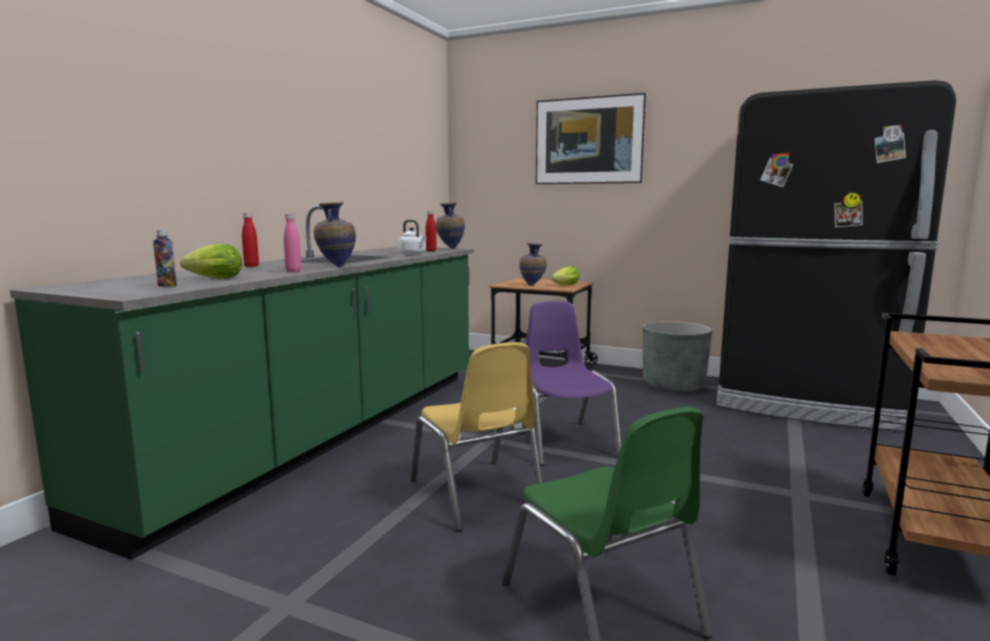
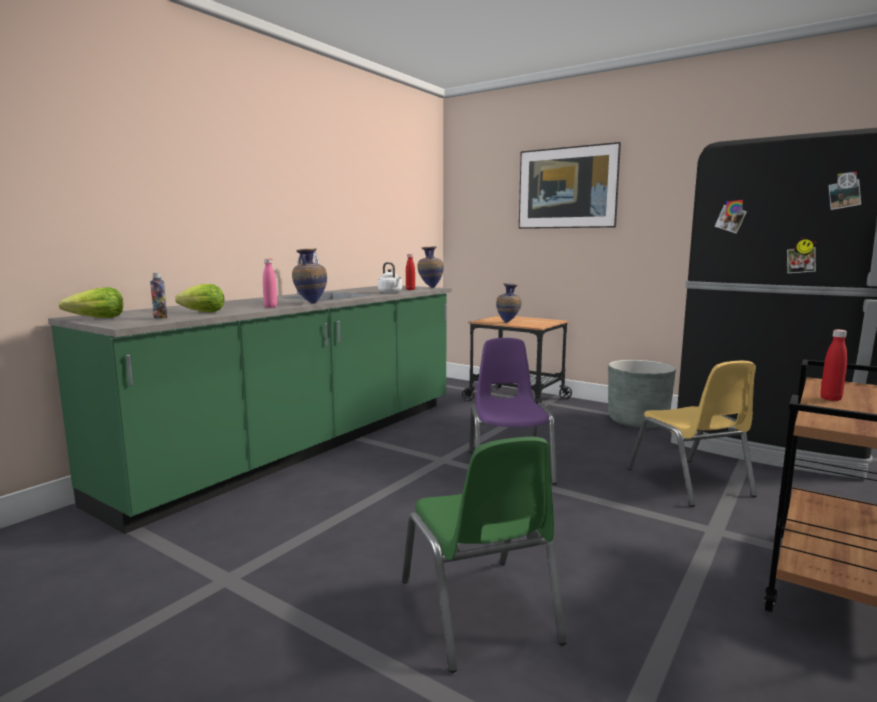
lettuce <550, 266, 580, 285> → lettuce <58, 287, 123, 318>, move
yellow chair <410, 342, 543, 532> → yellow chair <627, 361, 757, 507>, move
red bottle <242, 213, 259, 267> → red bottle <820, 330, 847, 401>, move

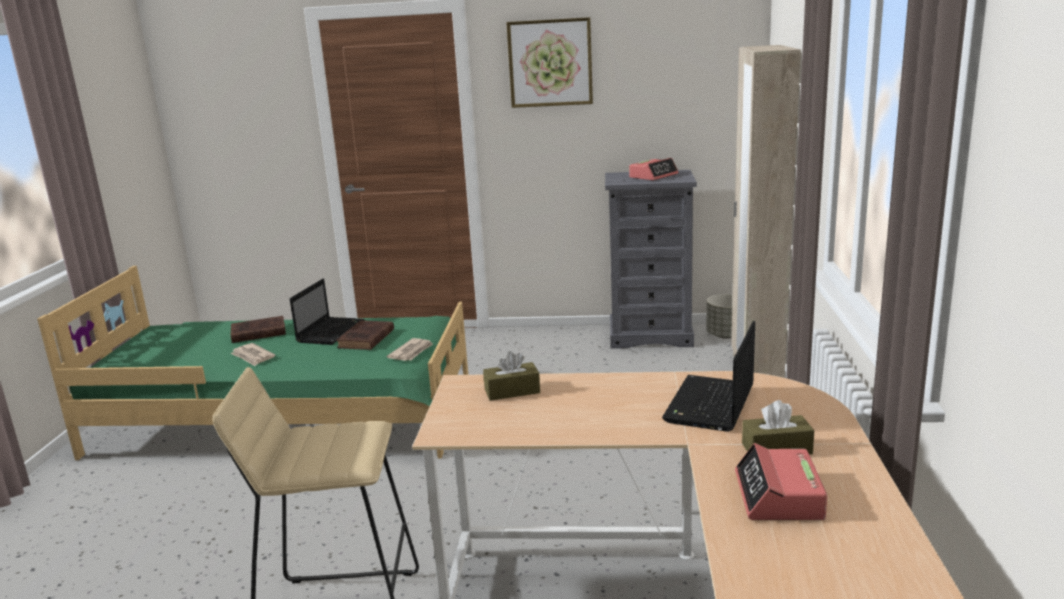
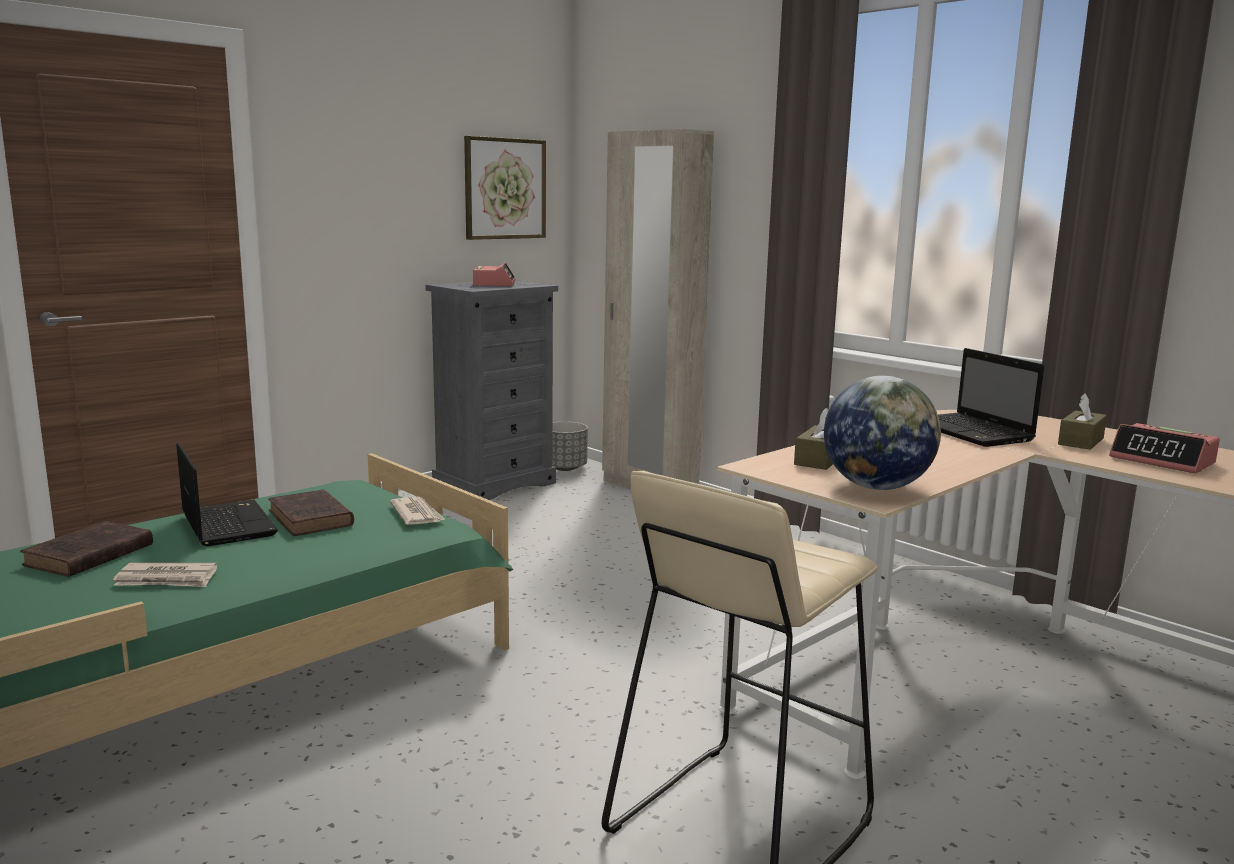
picture <506, 17, 593, 108> → picture <464, 136, 546, 240>, move
- → globe <824, 376, 941, 490>

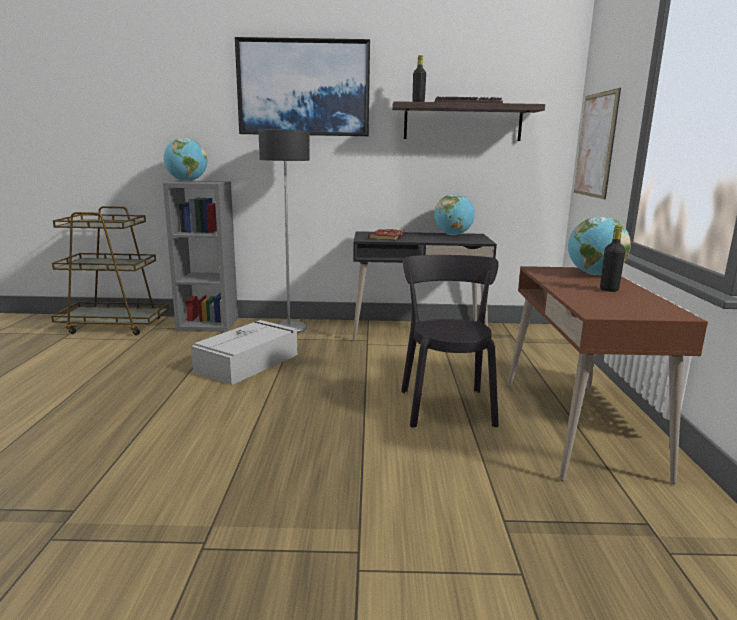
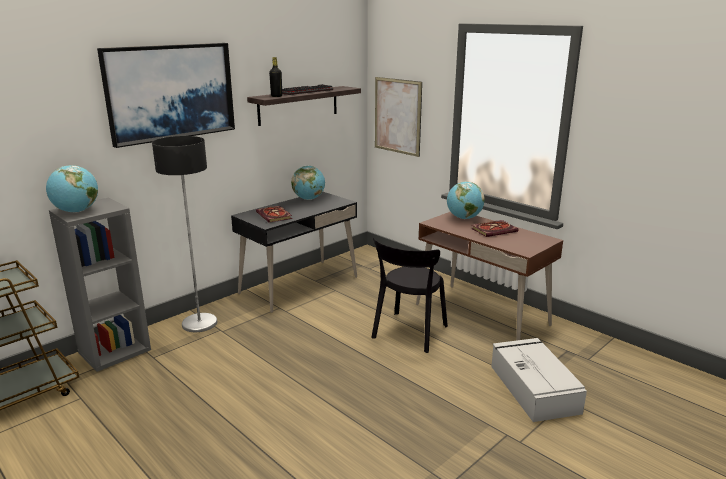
black chair <401, 255, 499, 428> → black chair <371, 238, 448, 353>, 105 degrees counterclockwise
black bottle <600, 225, 625, 292> → book <471, 220, 519, 237>
grey storage box <191, 320, 298, 385> → grey storage box <491, 338, 587, 422>, move

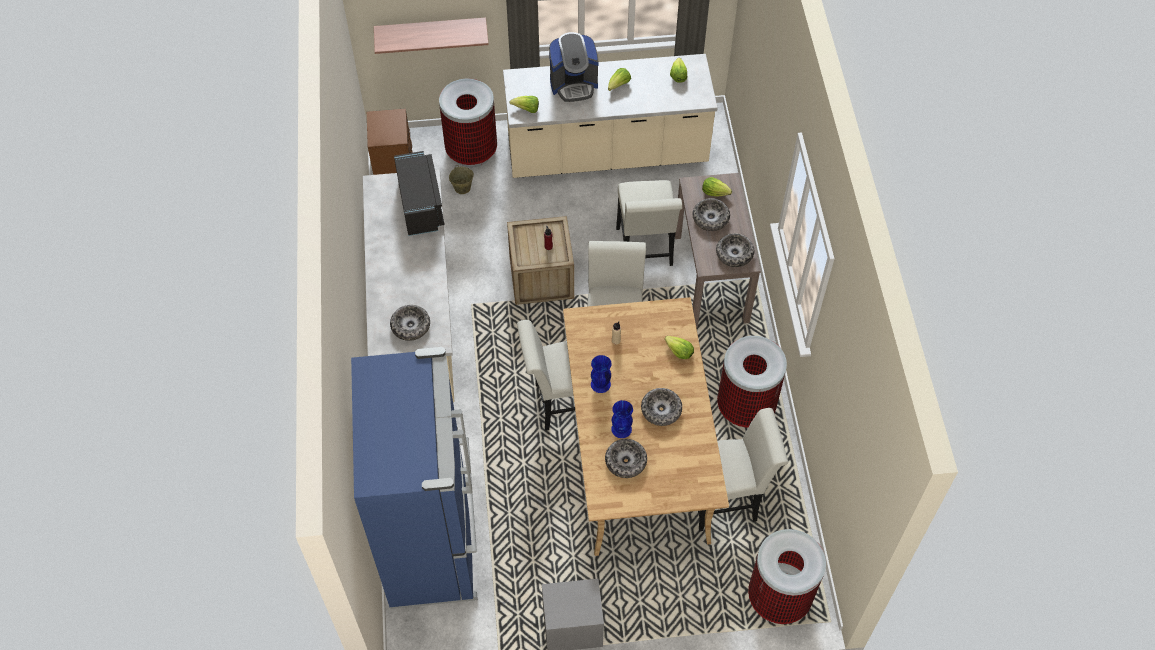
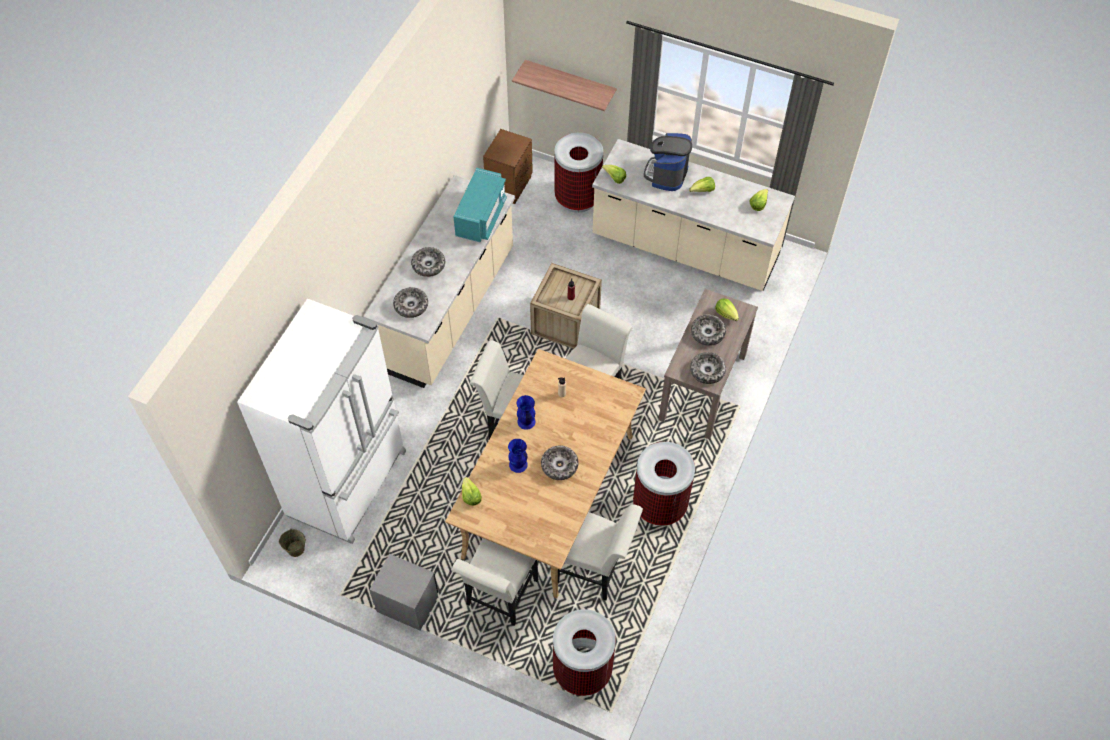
blue fridge <351, 347, 478, 609> → white fridge <237, 298, 406, 544>
beige bucket <449, 165, 474, 194> → beige bucket <279, 529, 306, 557>, move
bowl <605, 439, 647, 478> → bowl <411, 247, 445, 277>, move
white chair <616, 180, 682, 266> → white chair <452, 538, 538, 626>, move
black microwave <394, 151, 445, 236> → turquoise microwave <453, 168, 507, 242>
lettuce <665, 336, 694, 359> → lettuce <462, 477, 482, 506>, move
coffee machine <549, 32, 599, 102> → coffee machine <644, 133, 692, 191>, 90 degrees clockwise

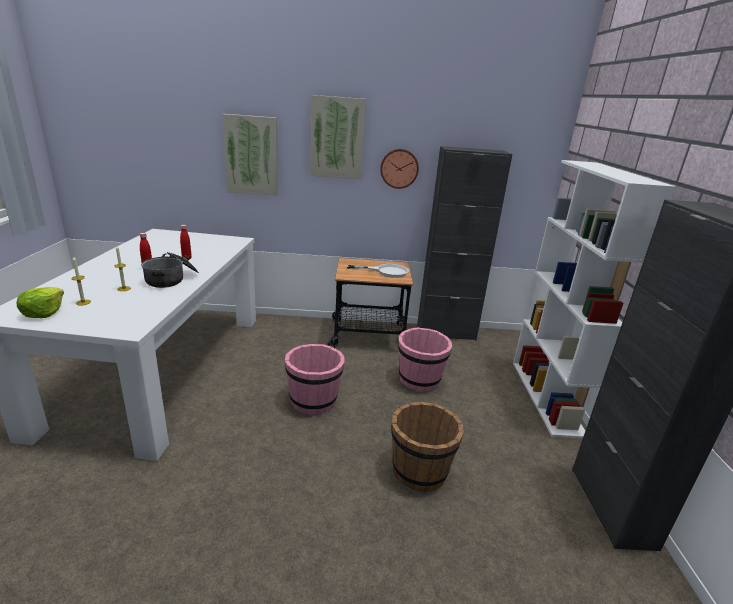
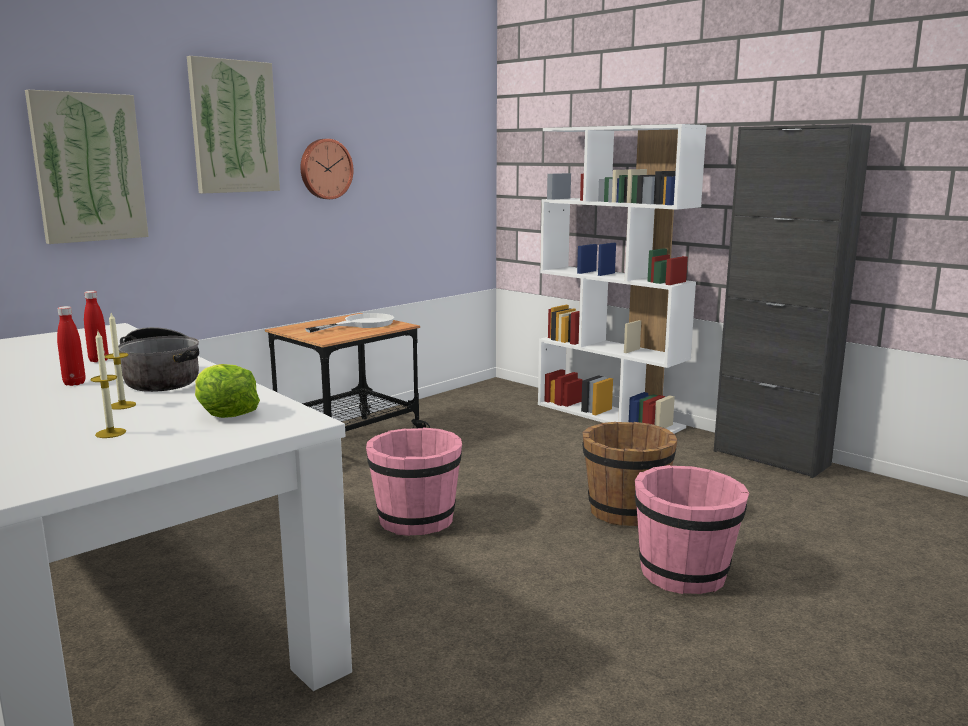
lettuce <16, 287, 64, 318> → lettuce <195, 364, 260, 418>, move
pink bucket <398, 327, 452, 392> → pink bucket <635, 465, 749, 594>, move
black cabinet <417, 146, 512, 341> → -

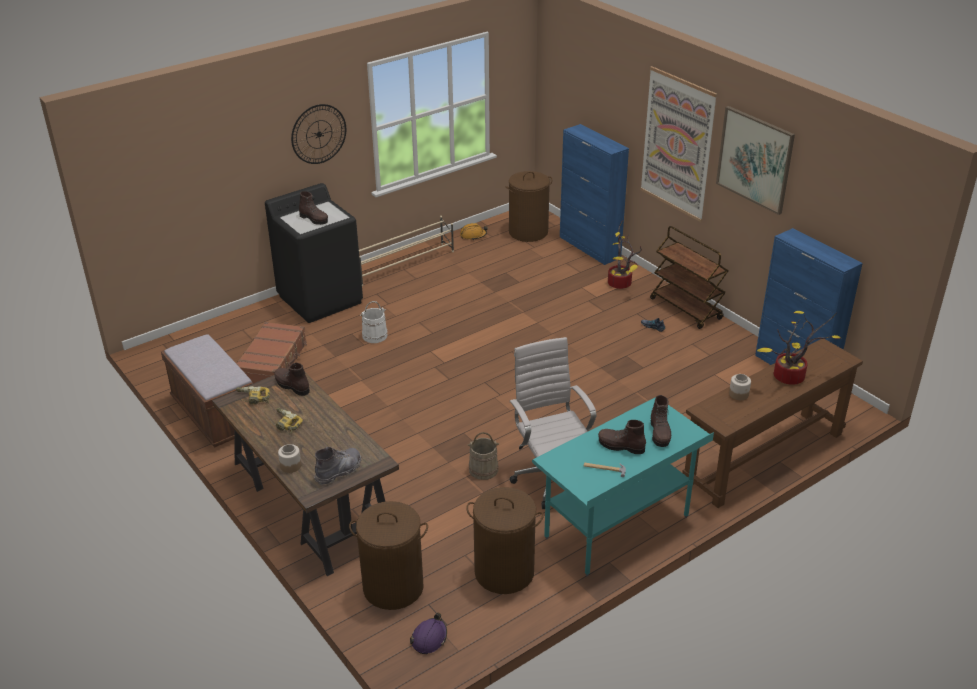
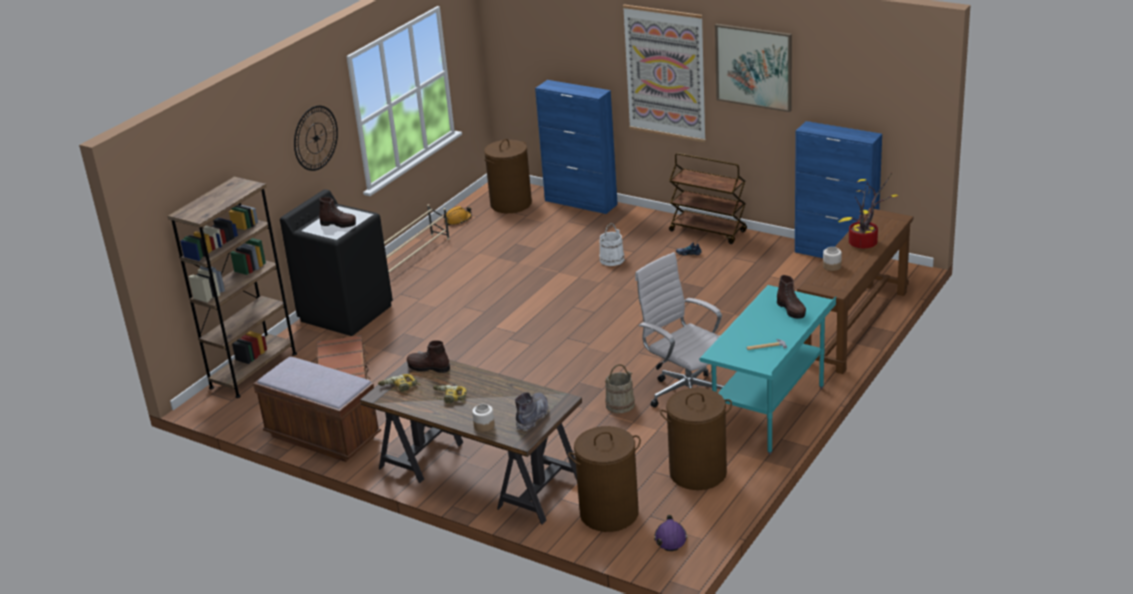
- → brown bookcase <168, 177, 297, 398>
white bucket <360, 301, 388, 343> → white bucket <599, 223, 624, 266>, move
brown boot <598, 420, 646, 454> → -
potted plant <608, 220, 642, 289> → -

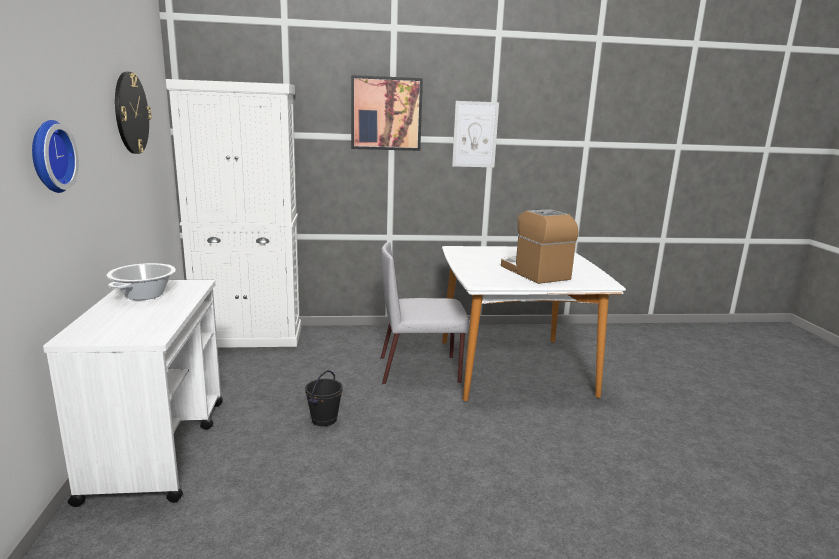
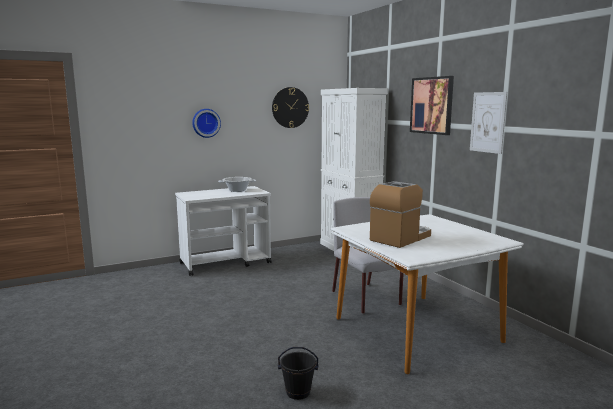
black bucket <305, 370, 343, 426> → black bucket <278, 347, 318, 400>, move

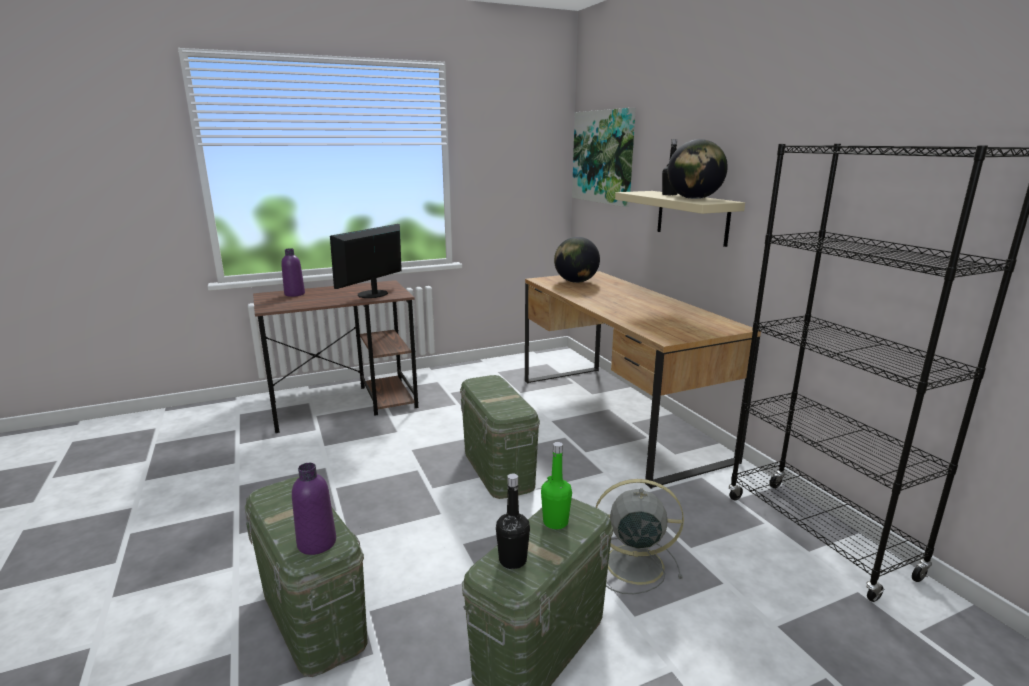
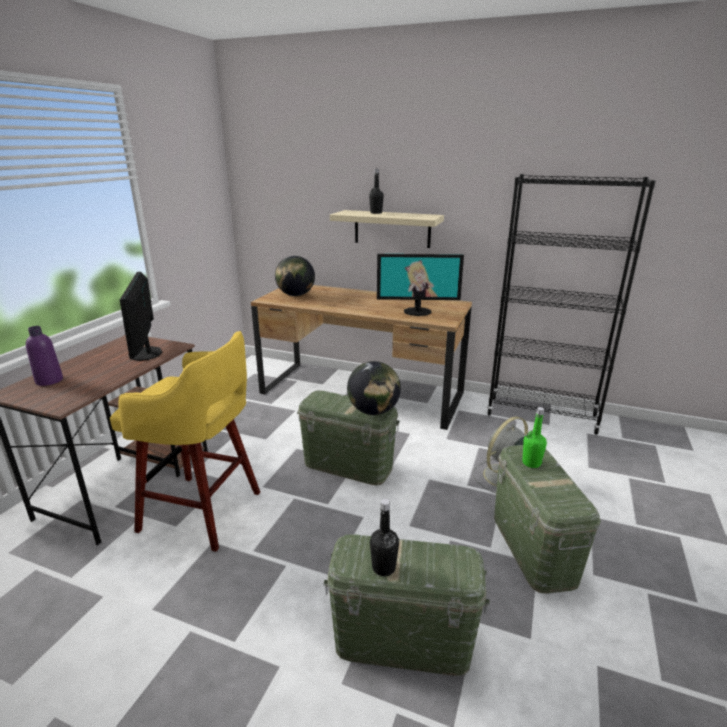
- → yellow stool <110, 331, 260, 552>
globe <668, 139, 728, 199> → globe <347, 361, 401, 415>, move
black bottle <496, 473, 530, 569> → black bottle <370, 499, 399, 576>, move
- → monitor <377, 254, 464, 316>
purple bottle <292, 463, 336, 555> → -
picture <572, 108, 636, 207> → -

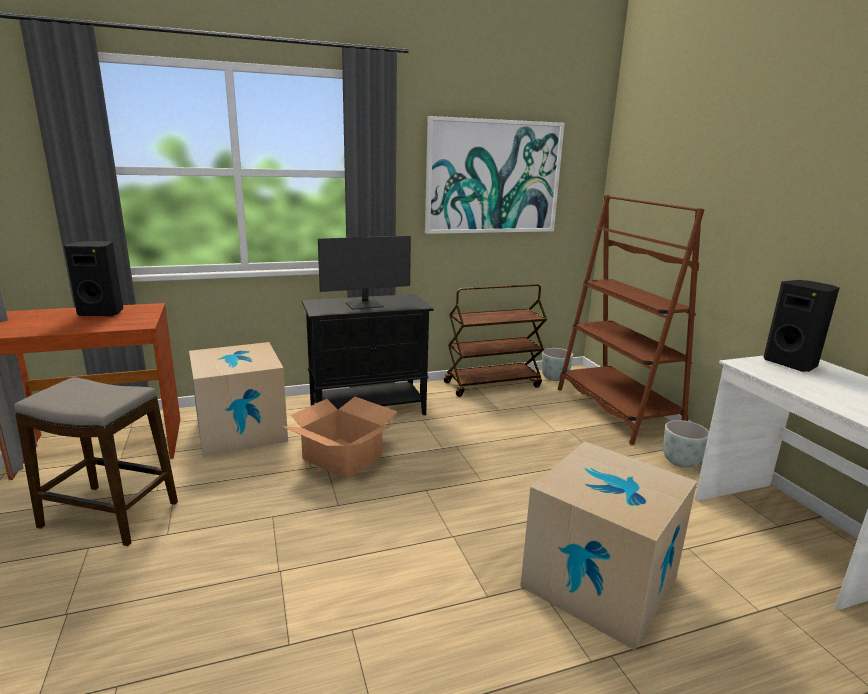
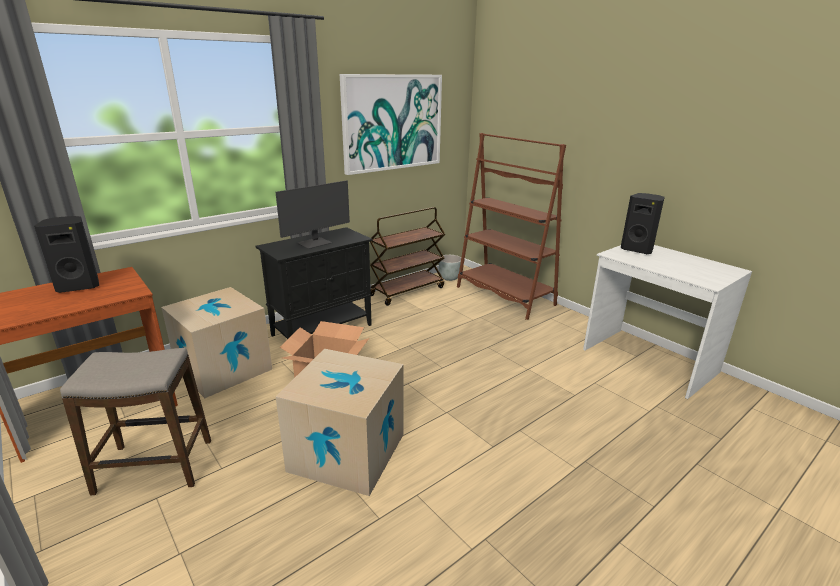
cardboard box <520, 441, 697, 650> → cardboard box <276, 349, 404, 496>, move
grey planter <663, 420, 709, 468> → -

